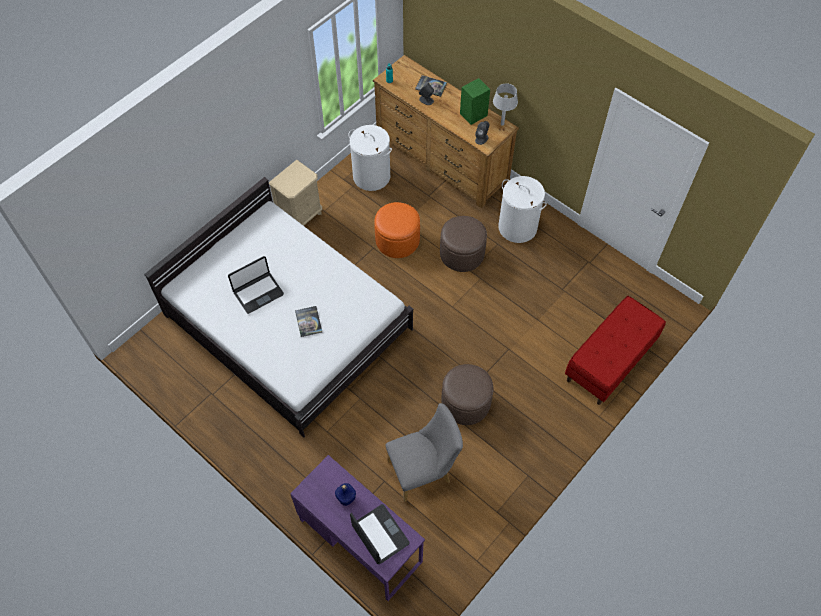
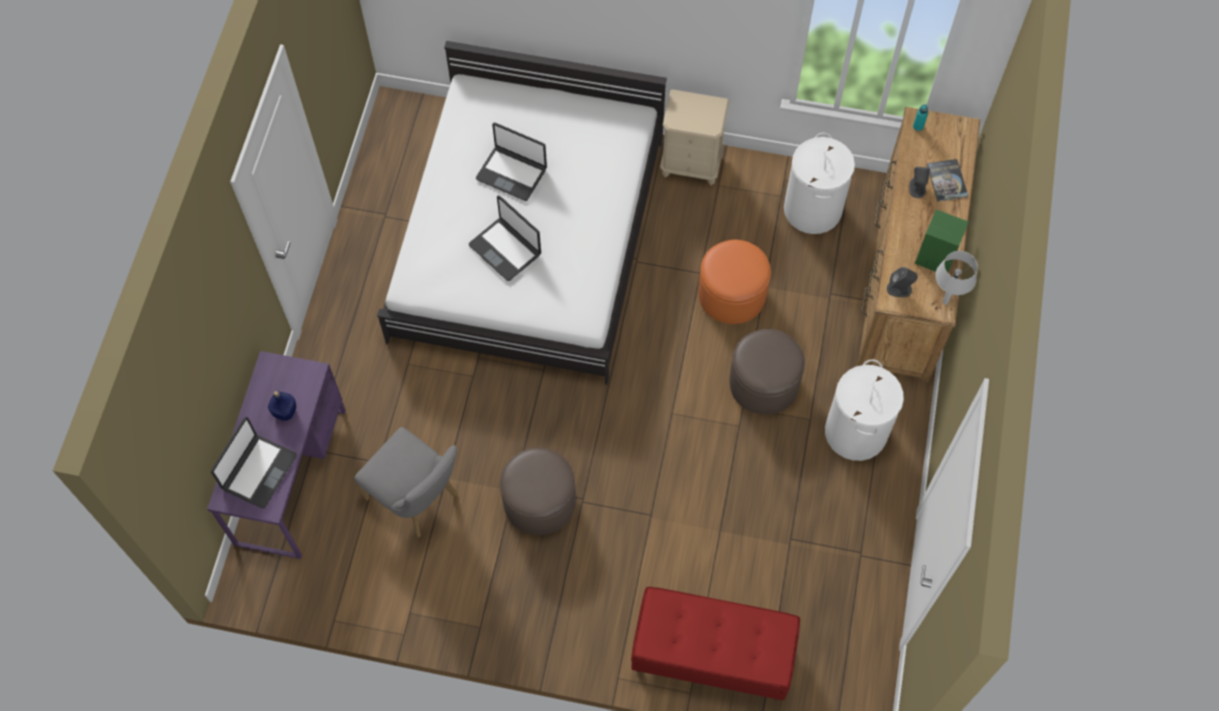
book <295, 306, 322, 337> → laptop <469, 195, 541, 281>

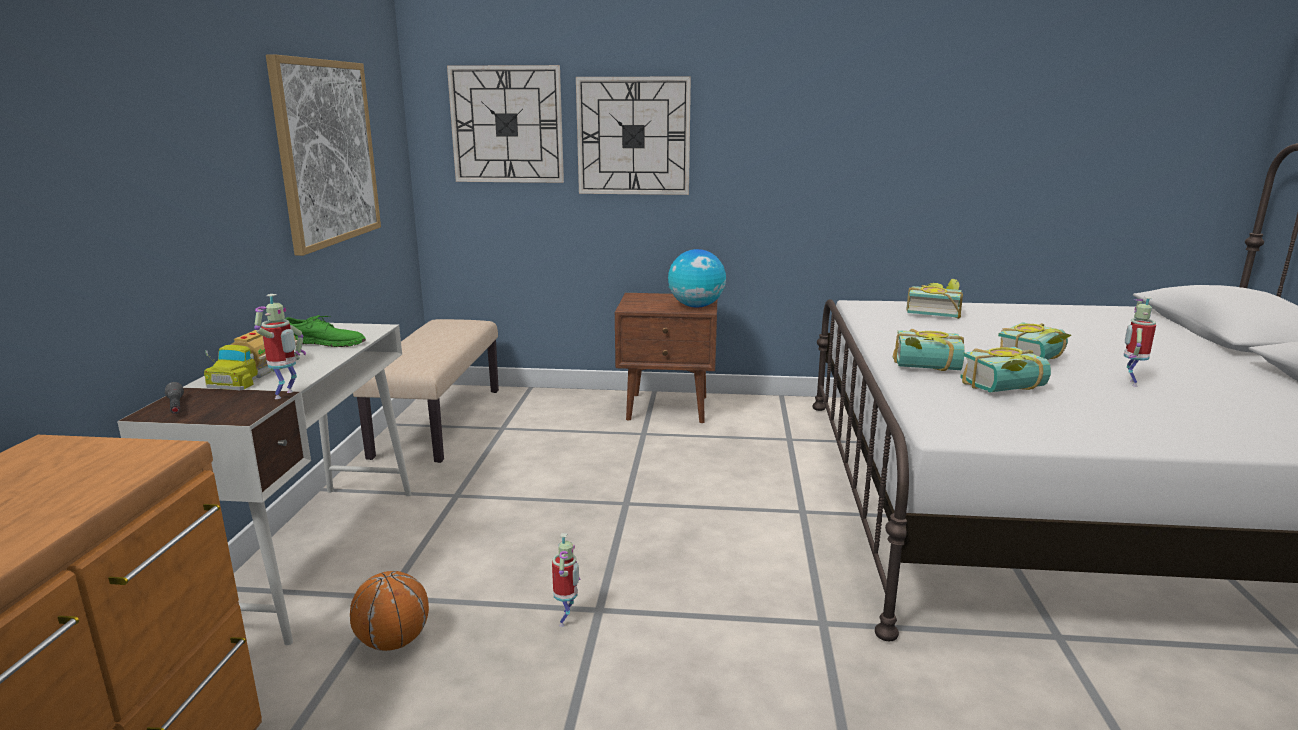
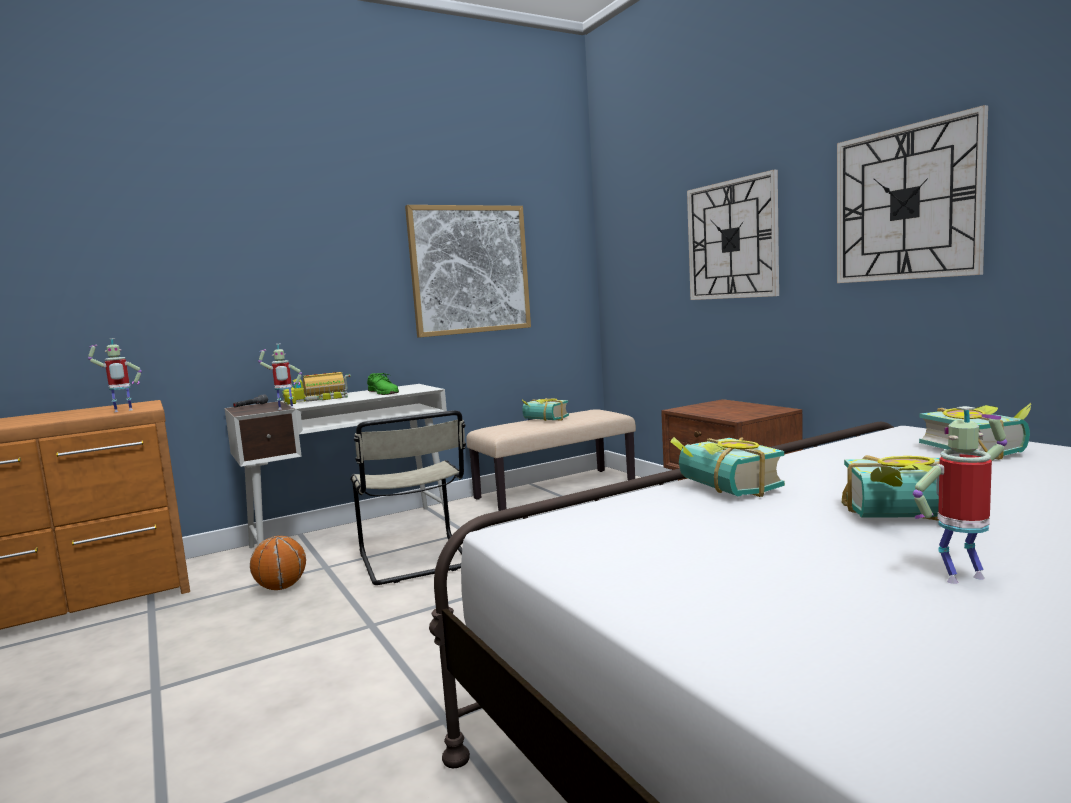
toy robot <552, 533, 580, 627> → toy robot <88, 338, 142, 412>, move
- → beige chair <350, 410, 466, 585>
book <960, 347, 1051, 392> → book <522, 398, 569, 421>, move
wall clock <447, 65, 564, 183> → wall clock <837, 105, 988, 283>, move
globe <668, 249, 726, 307> → -

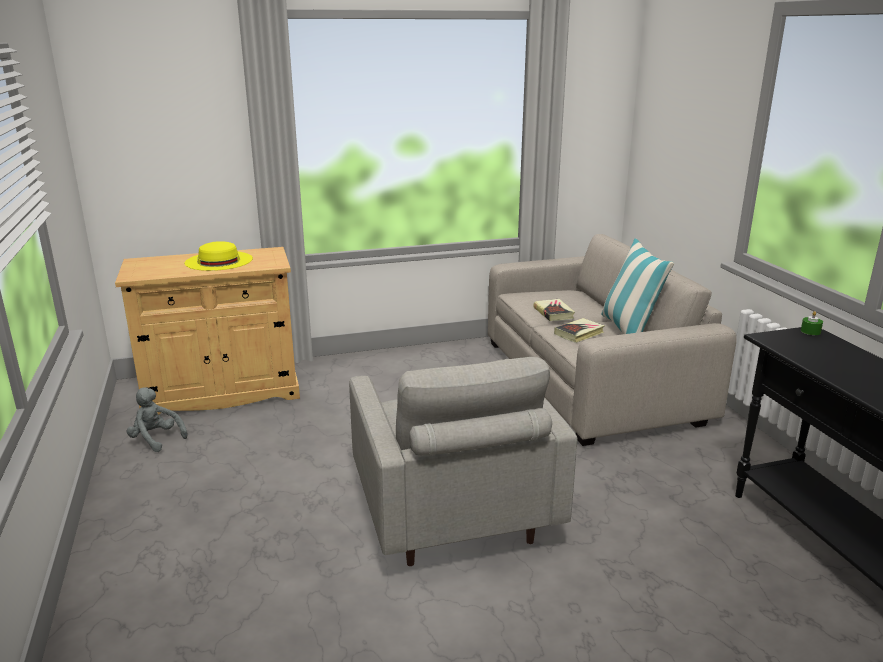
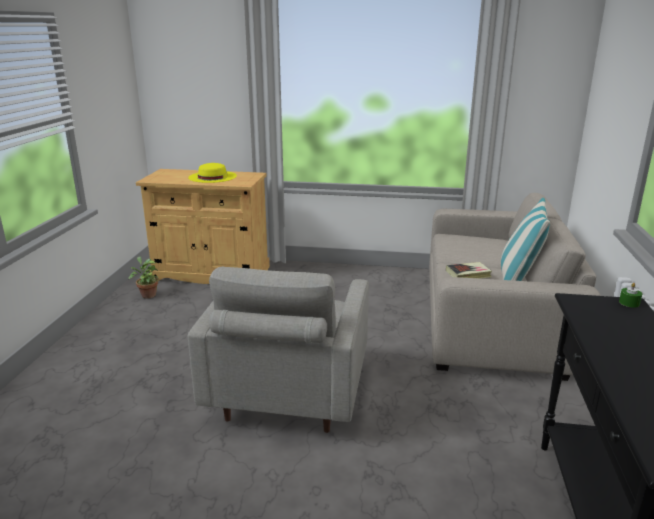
grey plush toy <126, 388, 188, 452> → potted plant <128, 257, 158, 299>
book <533, 299, 575, 321> → -

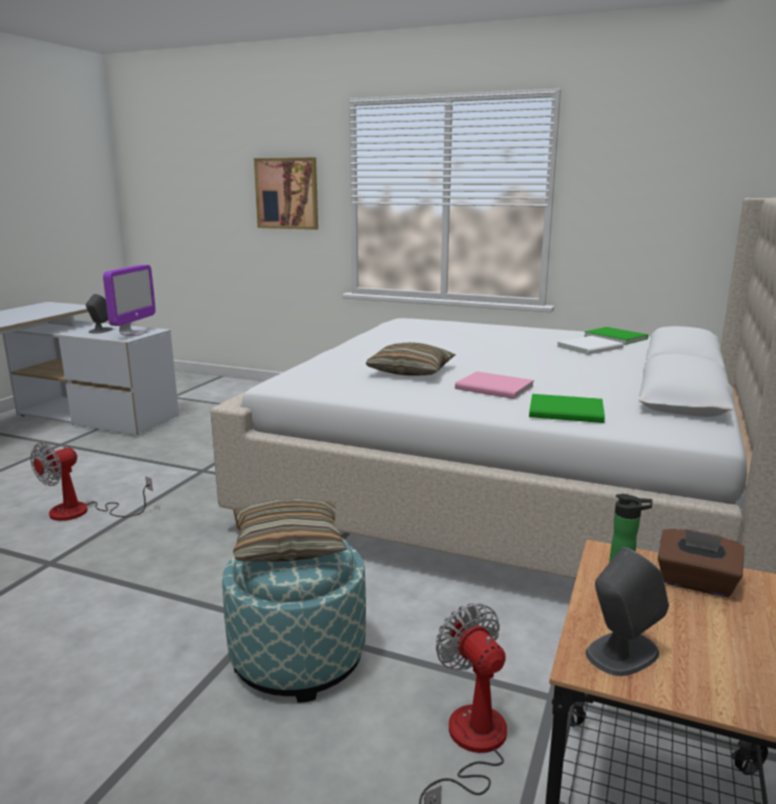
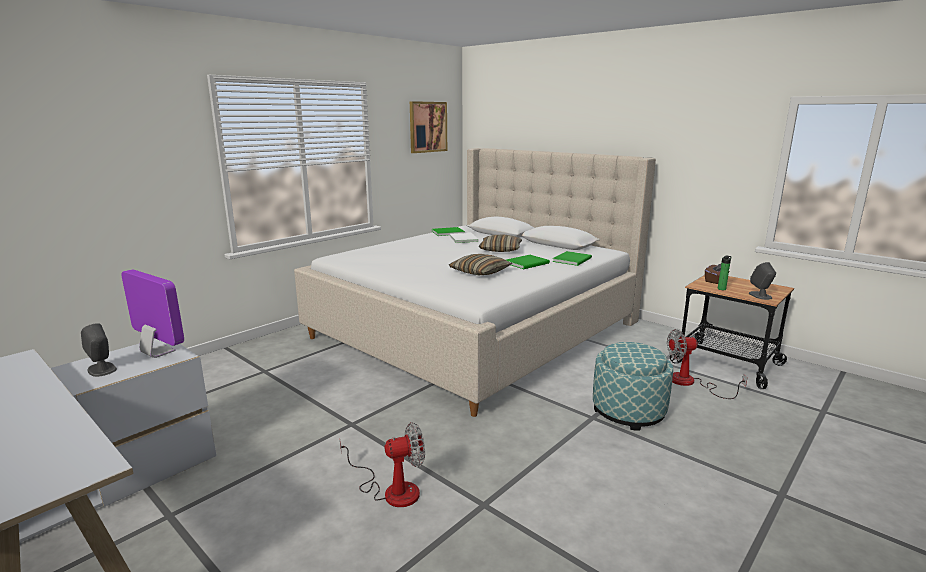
fan <30, 442, 153, 521> → fan <340, 422, 425, 507>, 75 degrees counterclockwise
picture <254, 158, 318, 230> → picture <410, 101, 447, 153>, move
pillow <233, 498, 347, 562> → pillow <479, 235, 522, 252>, move
pink book <455, 371, 534, 399> → green book <507, 255, 550, 269>

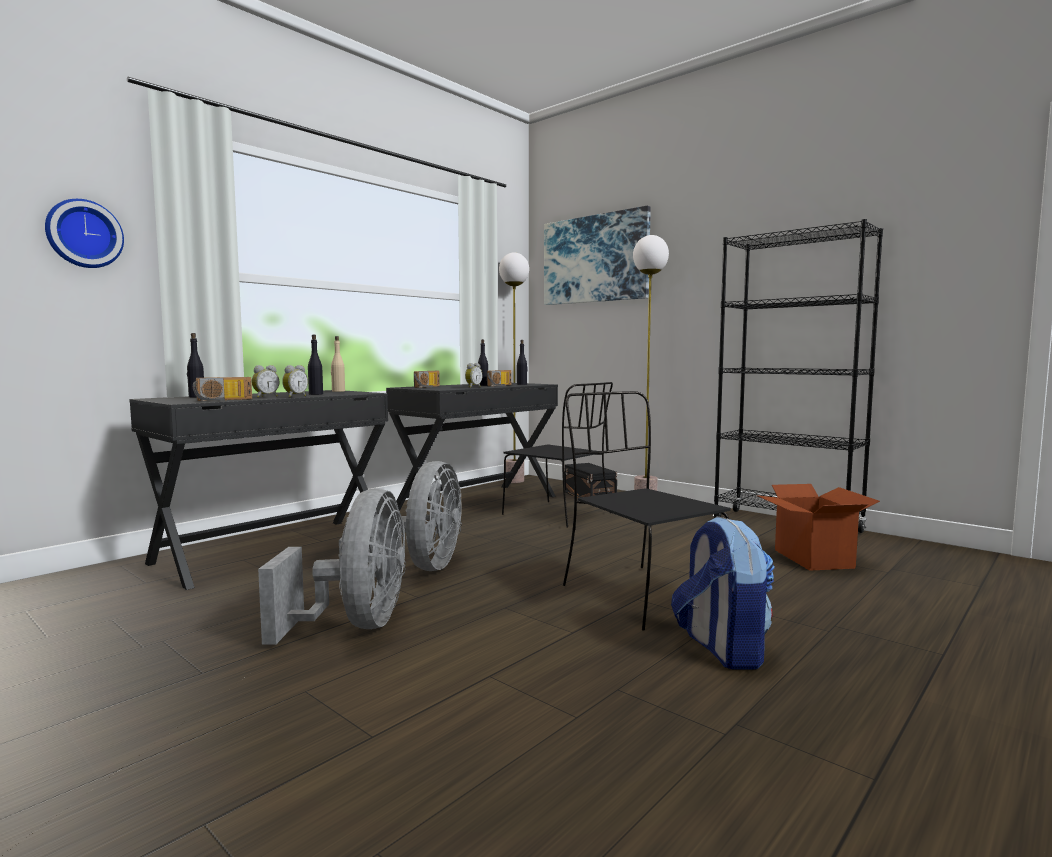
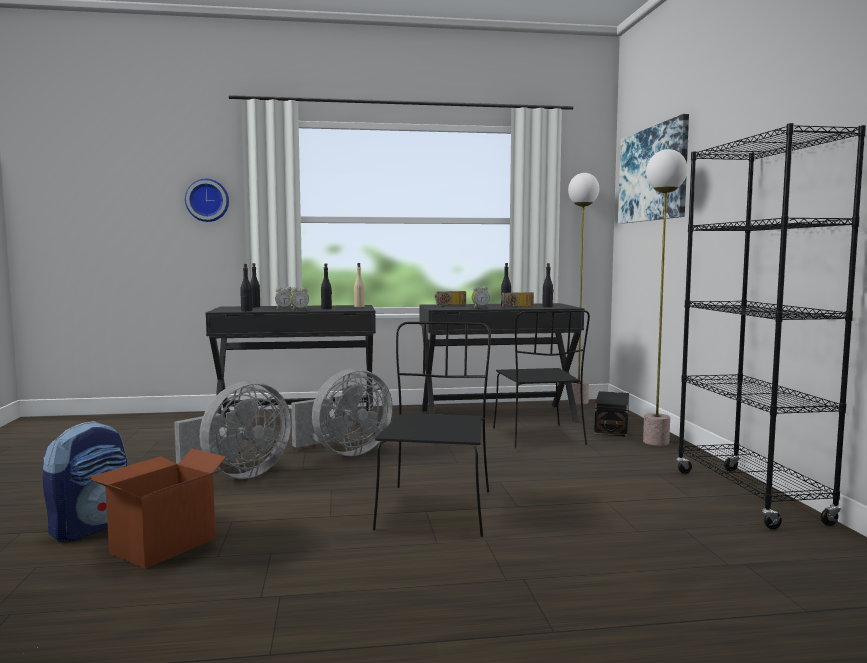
backpack <671, 516, 775, 670> → backpack <42, 421, 127, 542>, move
cardboard box <757, 484, 880, 571> → cardboard box <87, 448, 230, 569>, move
radio <193, 377, 252, 401> → black bottle <240, 264, 252, 311>

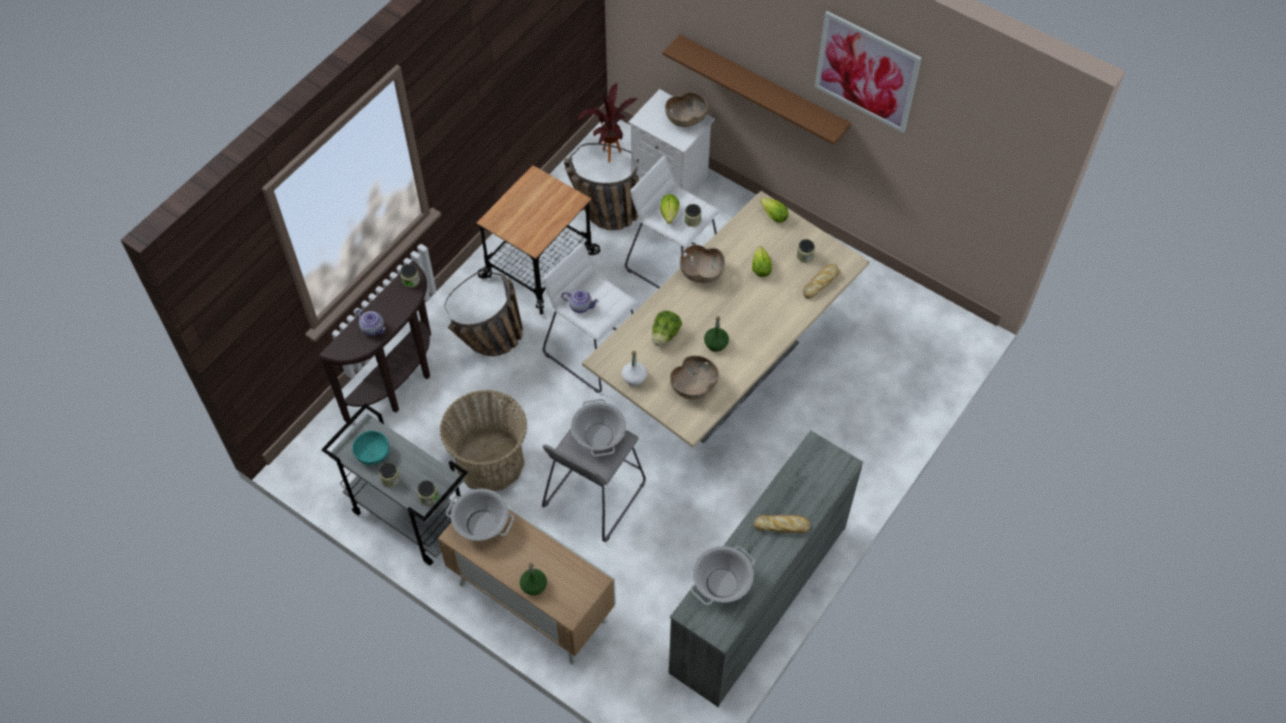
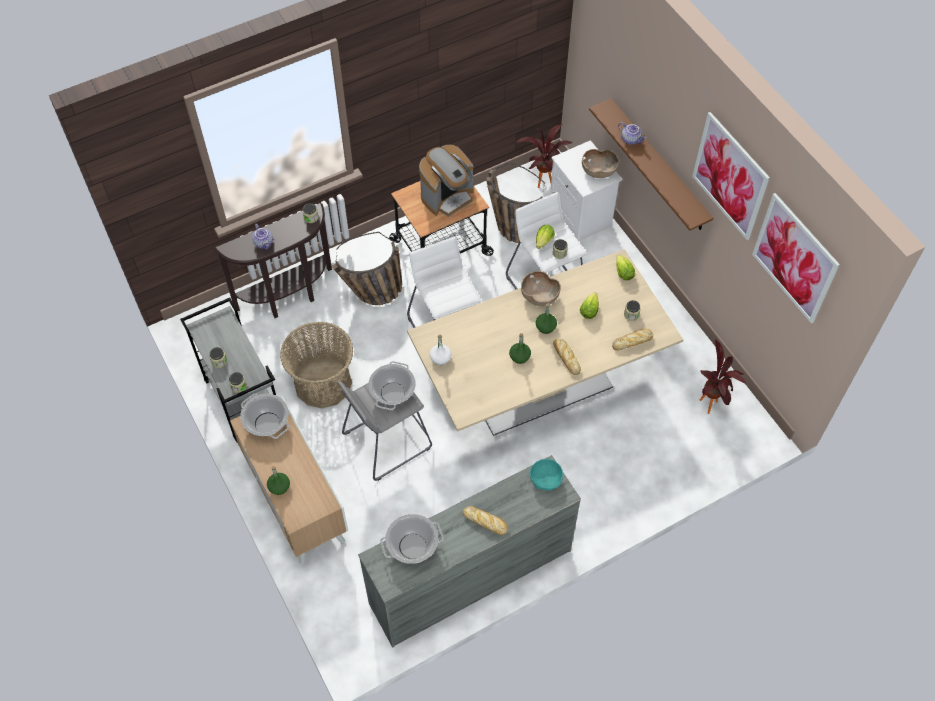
- → coffee machine <419, 145, 473, 217>
turquoise bowl <352, 430, 389, 465> → turquoise bowl <530, 459, 563, 491>, move
- → green bottle <536, 303, 557, 334>
- → bread <553, 339, 581, 375>
teapot <561, 290, 599, 313> → teapot <618, 122, 646, 145>, move
- → potted plant <700, 339, 746, 414>
- → picture <752, 193, 840, 323>
lettuce <652, 311, 682, 346> → -
brown bowl <670, 355, 719, 400> → -

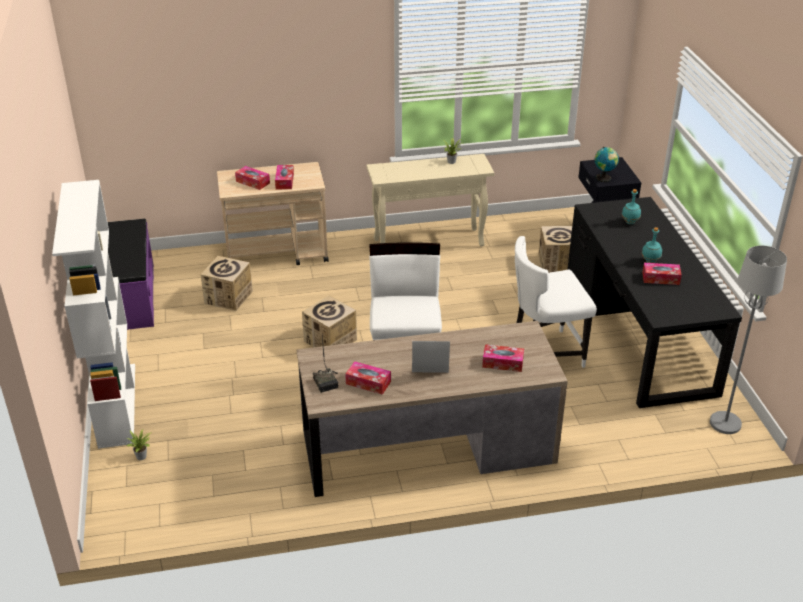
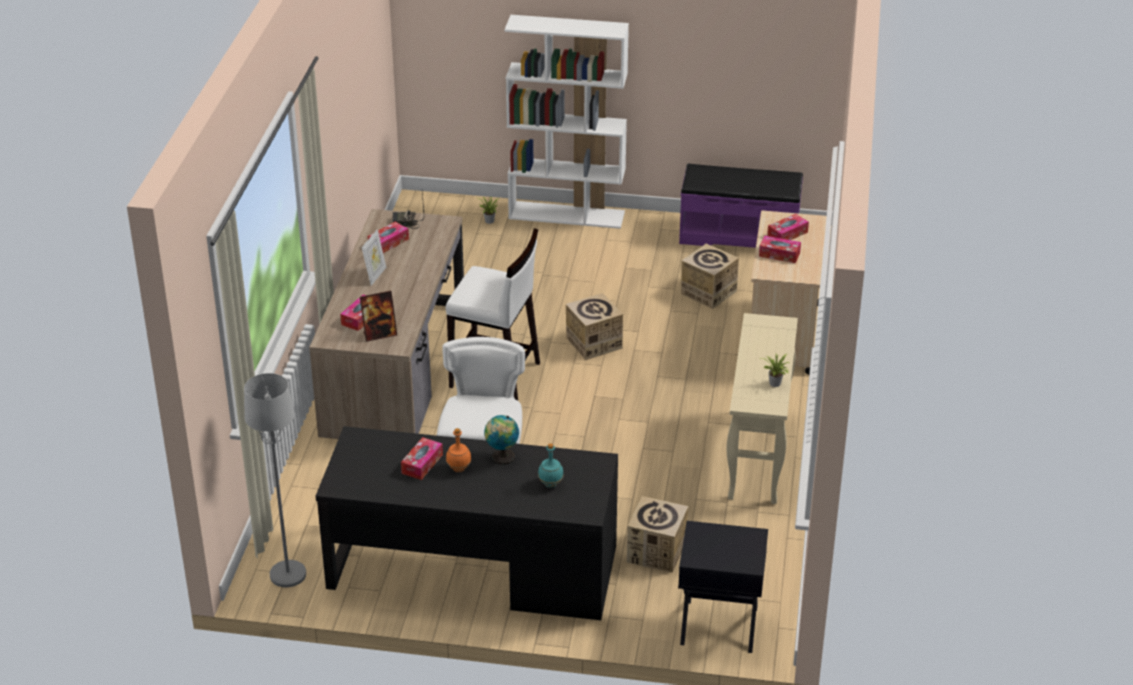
- → picture frame <360, 291, 397, 342>
turquoise bottle <642, 227, 662, 263> → orange bottle <446, 428, 471, 472>
globe <595, 147, 619, 182> → globe <484, 415, 519, 465>, move

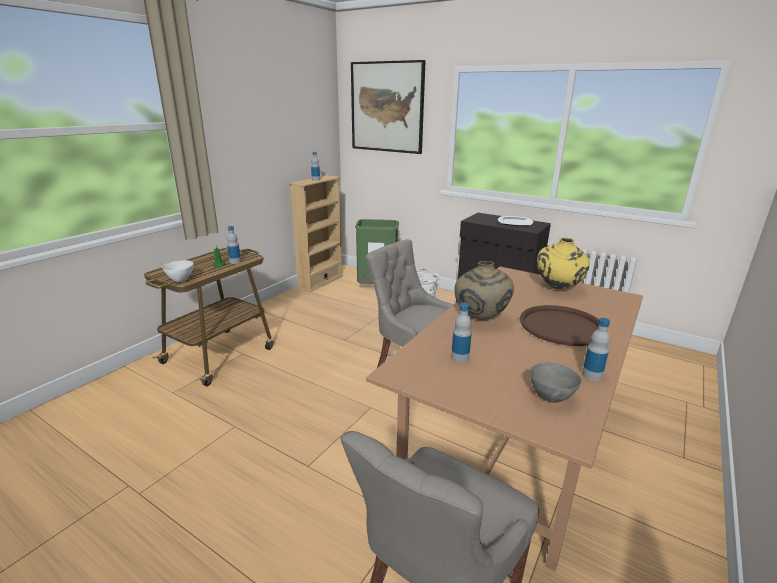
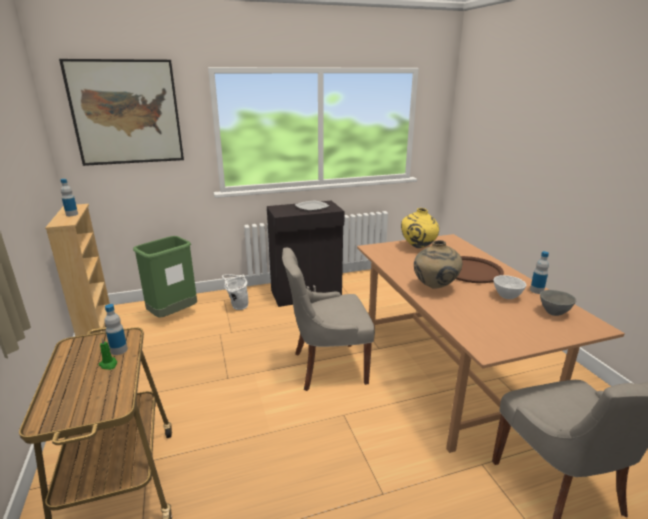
white bowl <162, 260, 193, 282> → white bowl <494, 275, 526, 299>, move
bottle <451, 303, 472, 363> → -

